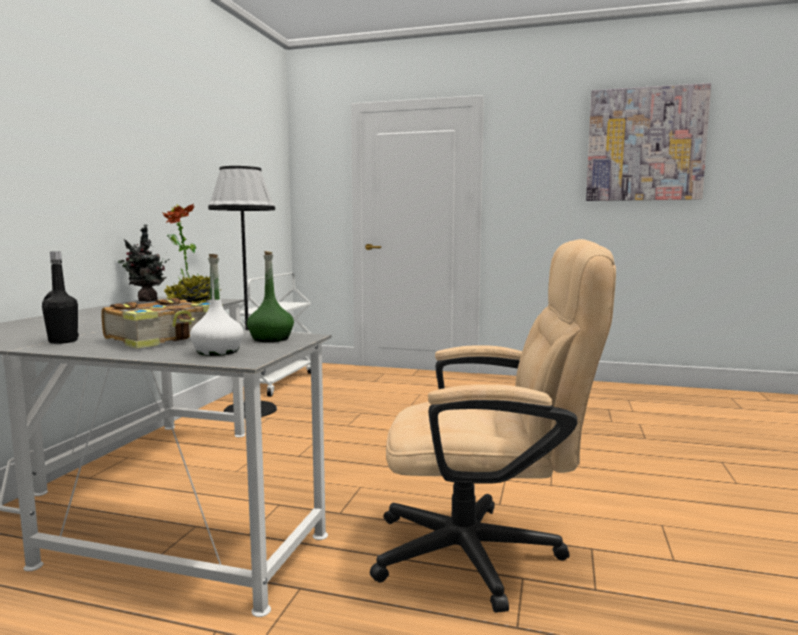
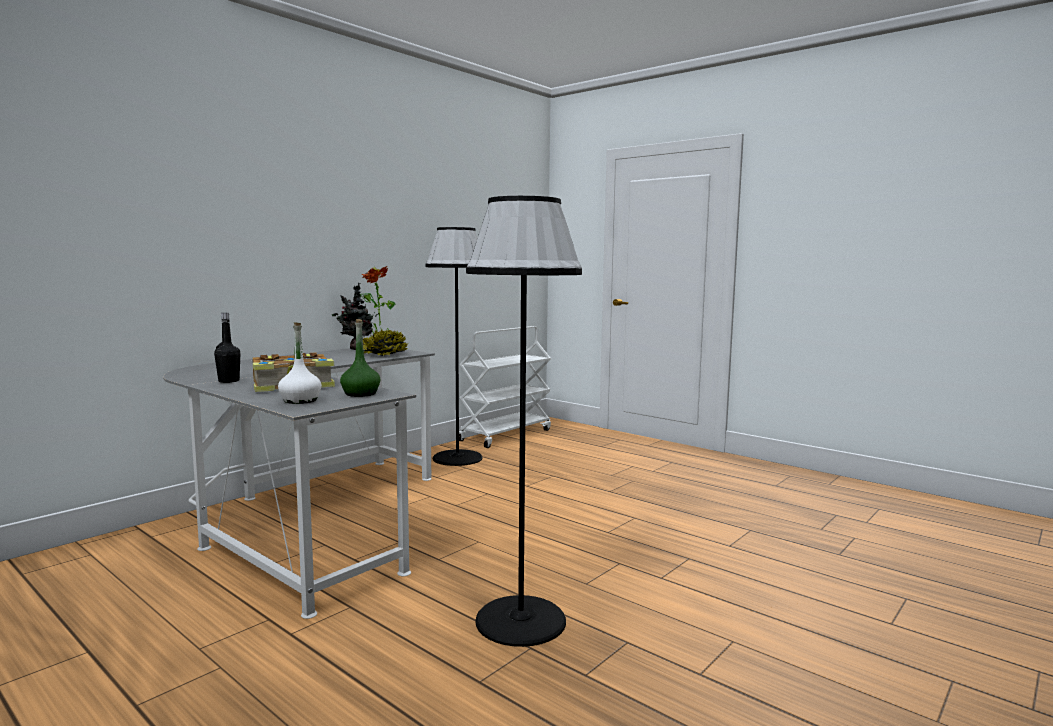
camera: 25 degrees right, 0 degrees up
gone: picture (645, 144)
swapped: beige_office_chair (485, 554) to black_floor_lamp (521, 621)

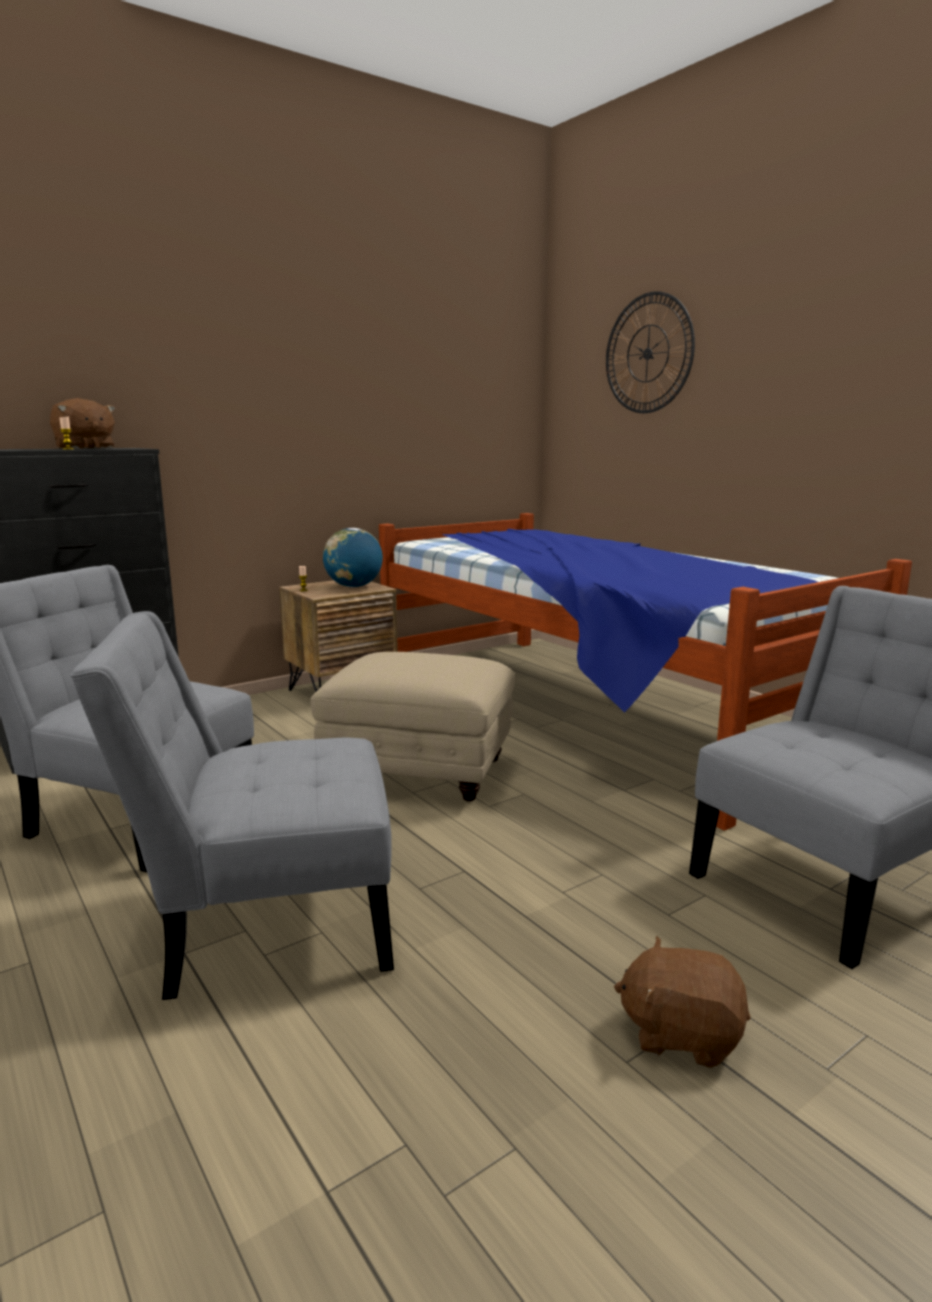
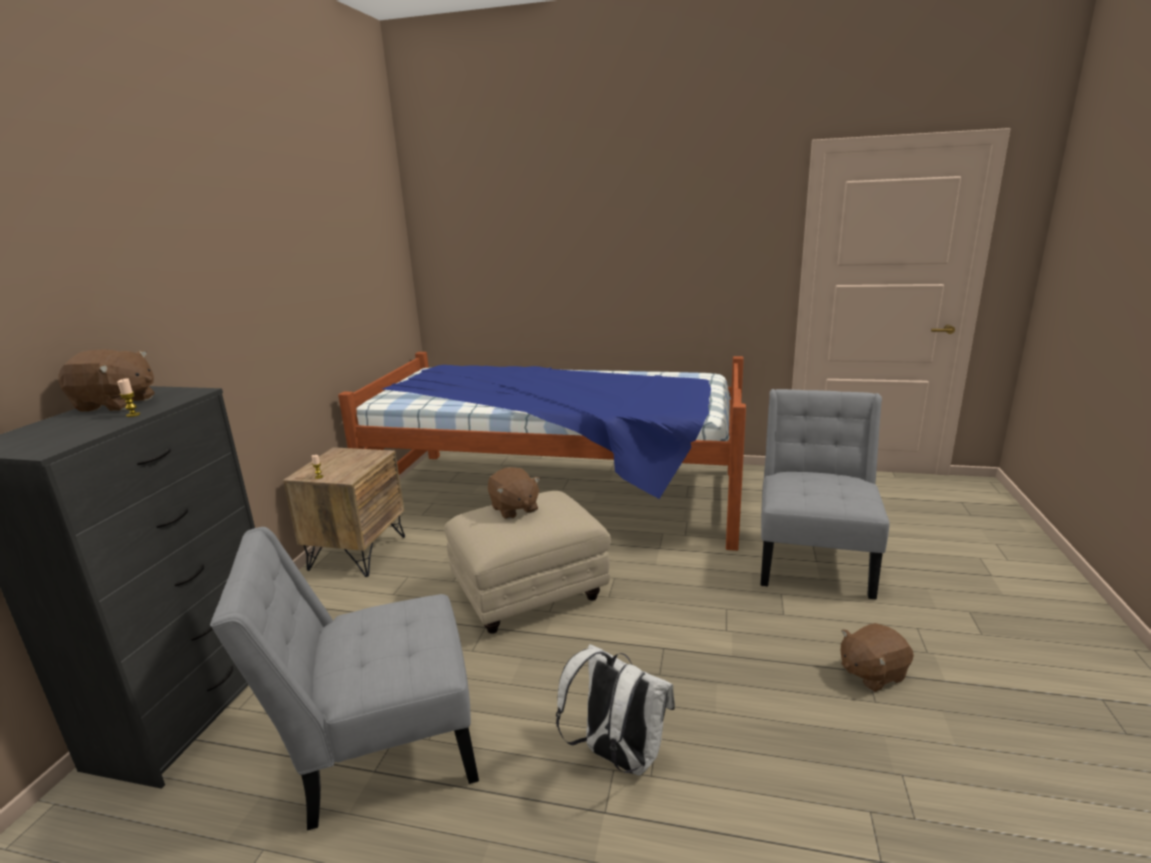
camera: 40 degrees left, 5 degrees up
gone: globe (354, 586); wall_clock (648, 353)
new: brown_plush_toy (514, 509)
swapped: grey_chair (266, 923) to white_backpack (617, 756)

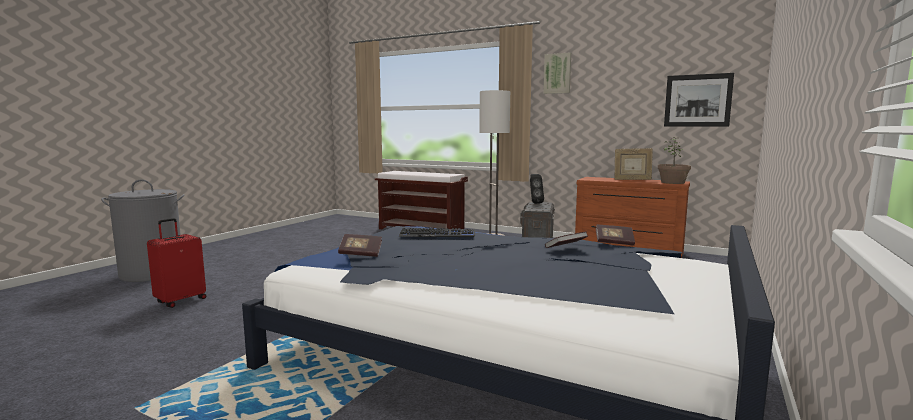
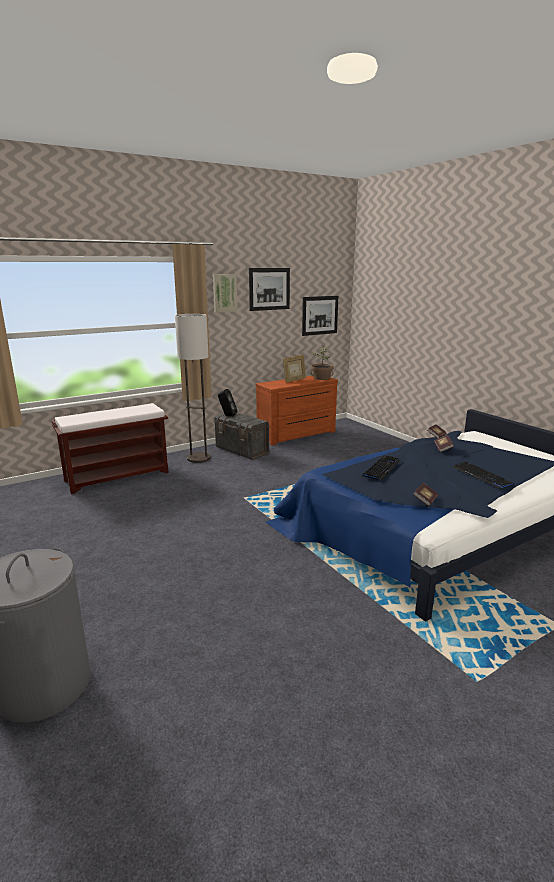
camera: 60 degrees left, 10 degrees up
gone: red_suitcase (180, 301)
new: picture (269, 289); keyboard (481, 476)

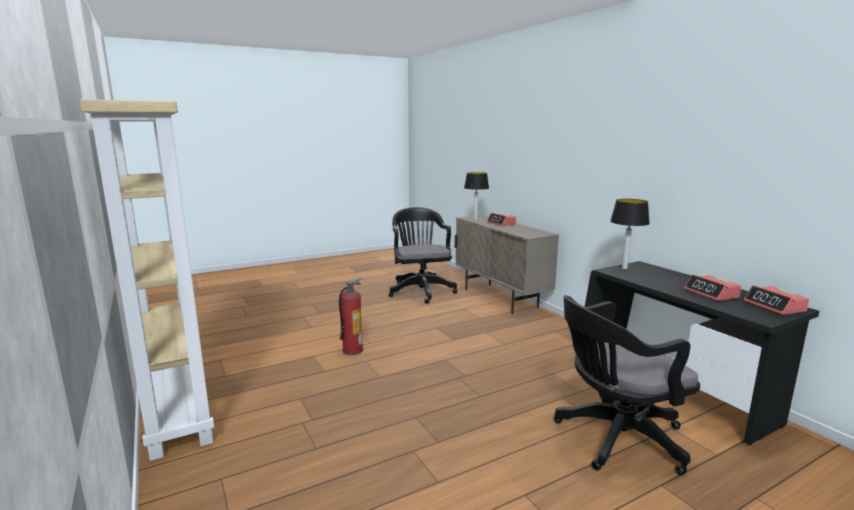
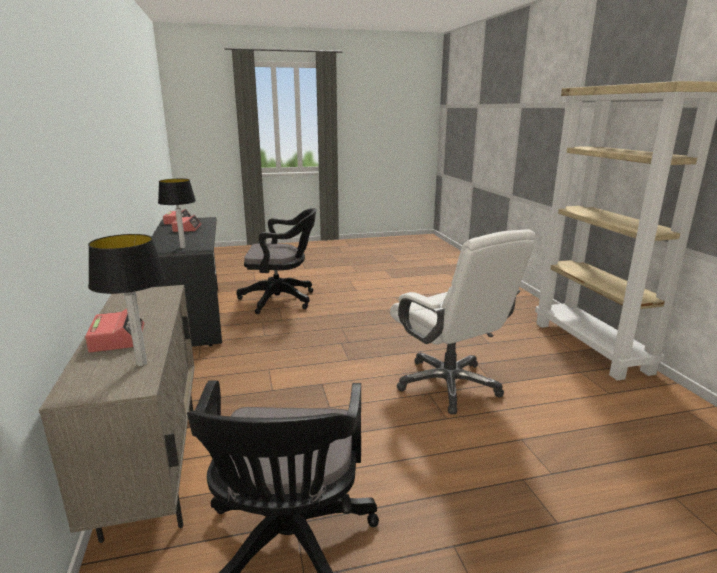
camera: 165 degrees left, 5 degrees up
swapped: fire_extinguisher (352, 350) to white_office_chair (449, 385)

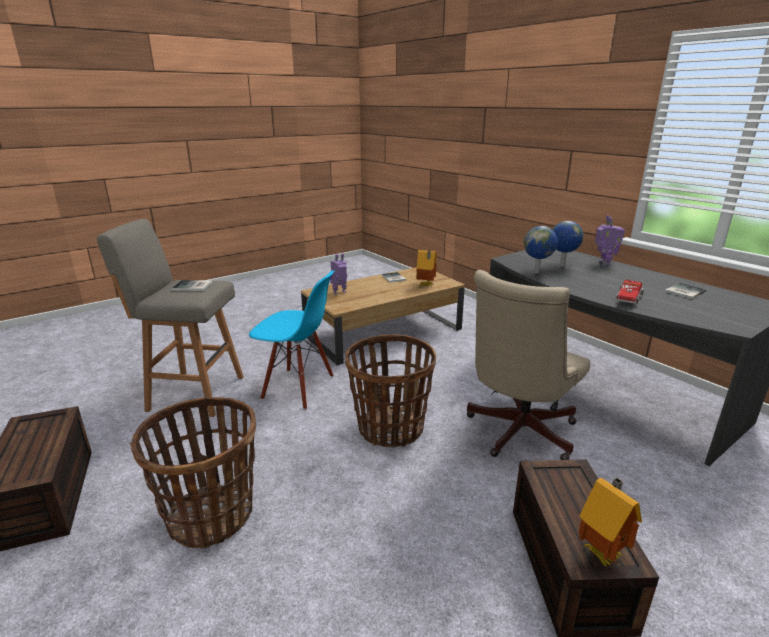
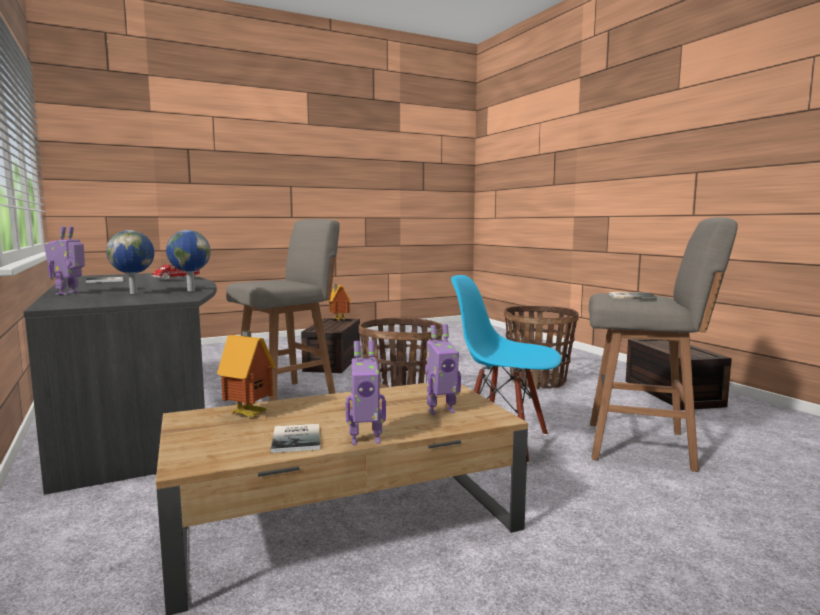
camera: 170 degrees left, 15 degrees down
new: toy_robot (365, 440)
swapped: beige_office_chair (517, 433) to grey_stool (288, 397)

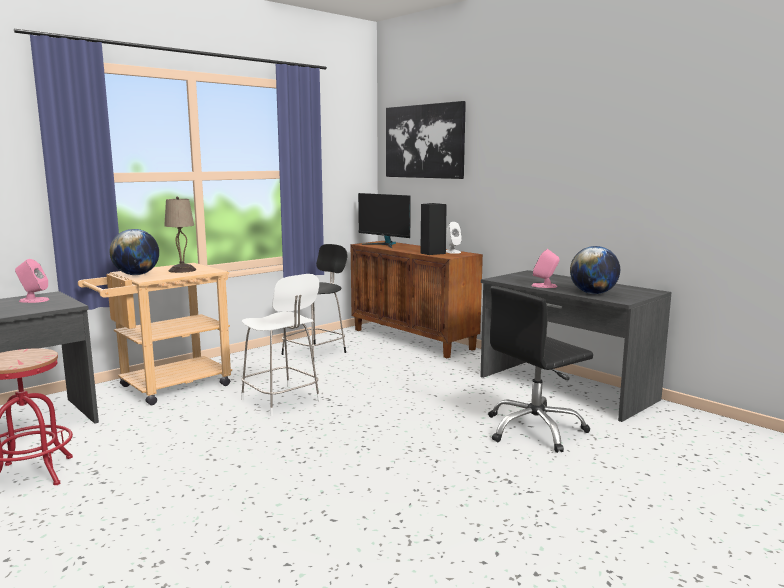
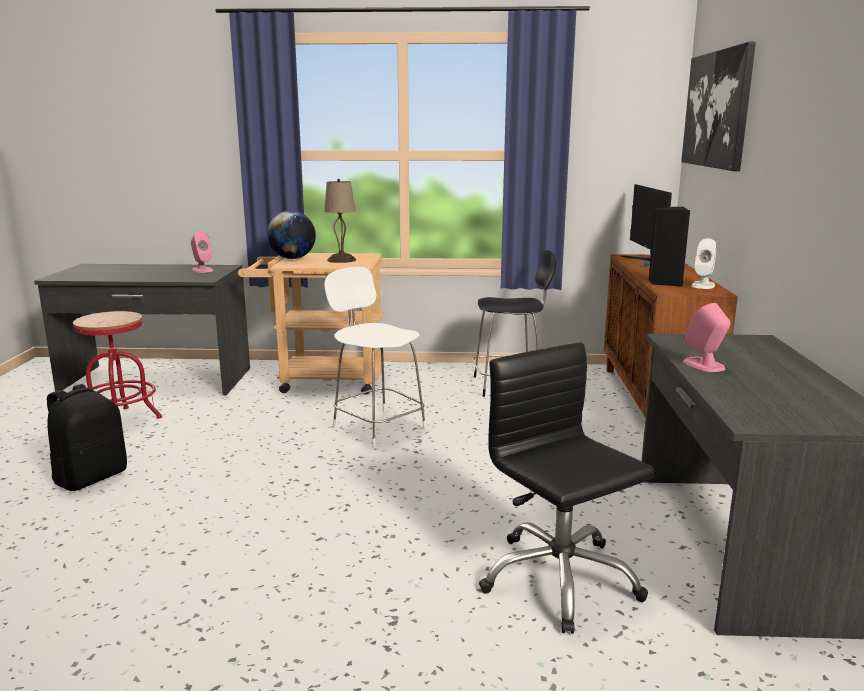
camera: 45 degrees right, 5 degrees up
gone: globe (593, 293)
new: black_backpack (91, 477)
rotated: white_chair (282, 401) = (377, 427) 135 degrees clockwise; black_office_chair (535, 430) = (559, 579) 45 degrees clockwise

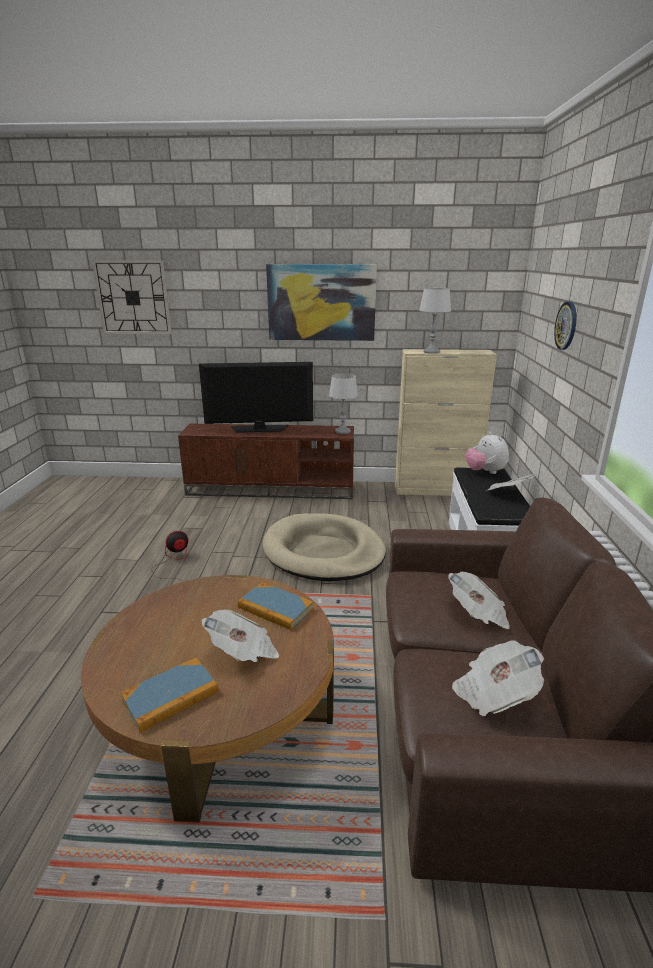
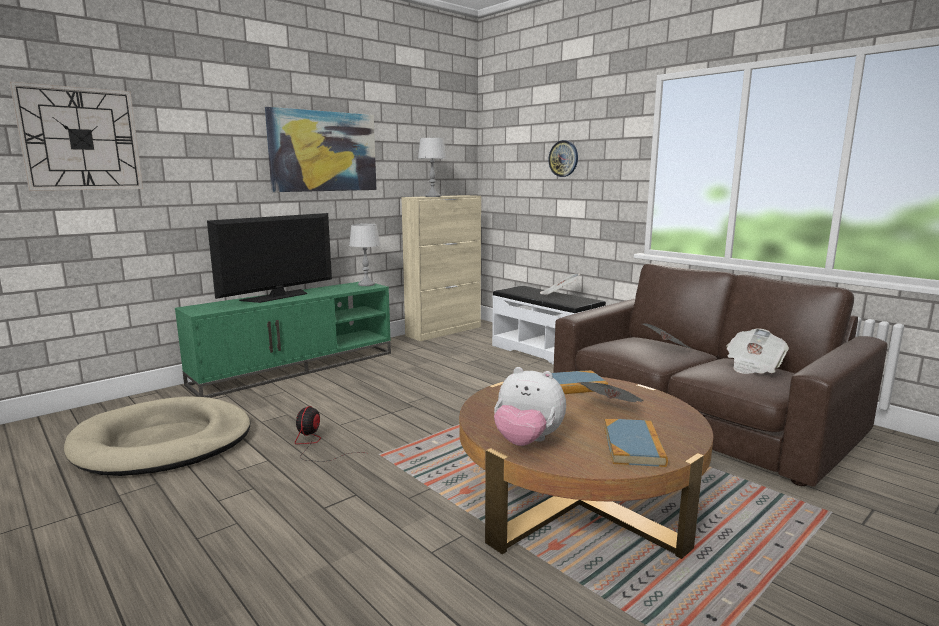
camera: 45 degrees left, 10 degrees down
shifted: beige_dog_bed (323, 552) to (163, 442); plush_toy (485, 472) to (527, 442)
repainted: brown_tv_stand (272, 488) to green_tv_stand (296, 367)

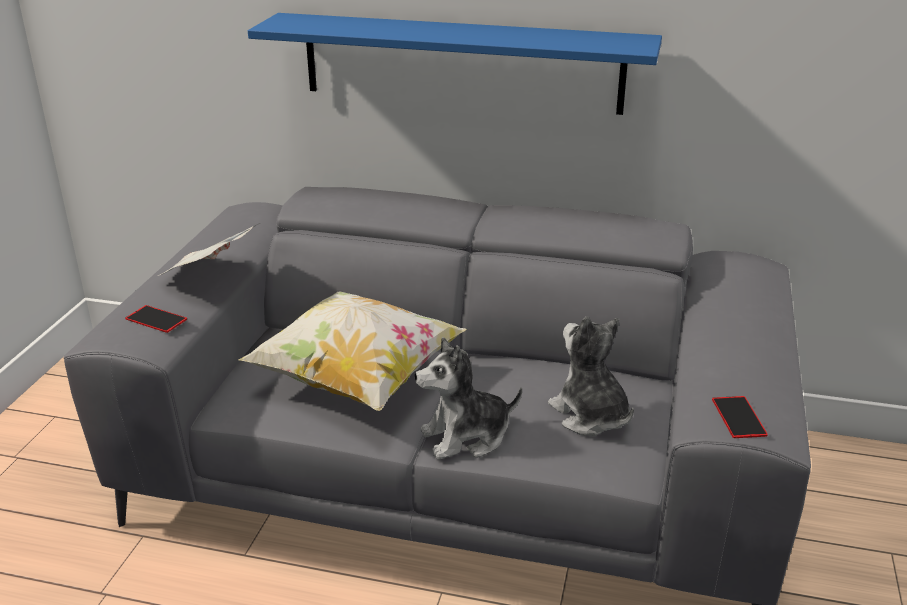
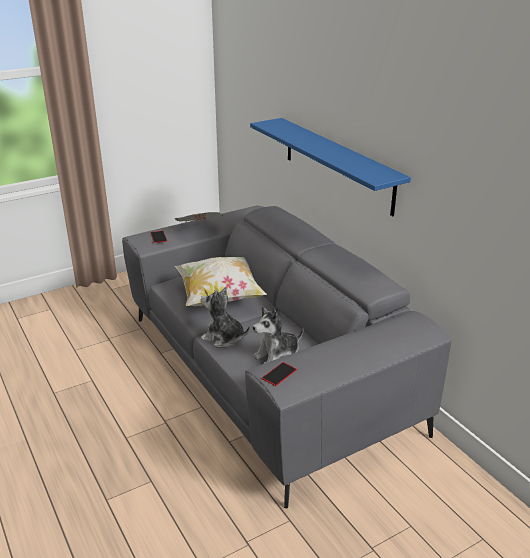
camera: 45 degrees right, 0 degrees up
rotated: plush_toy (590, 416) = (277, 356) 135 degrees counterclockwise

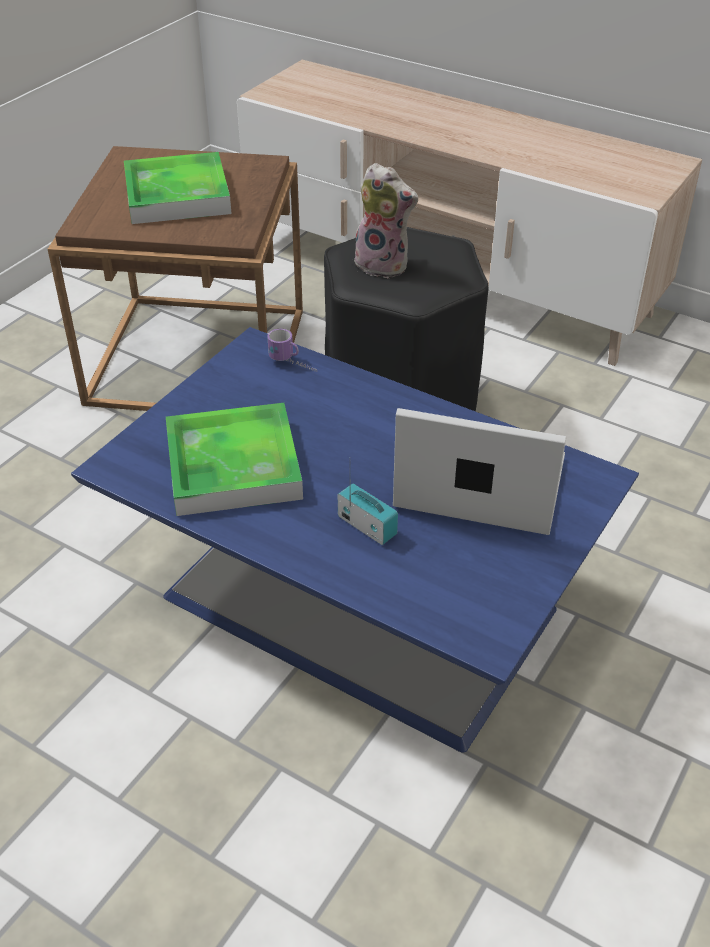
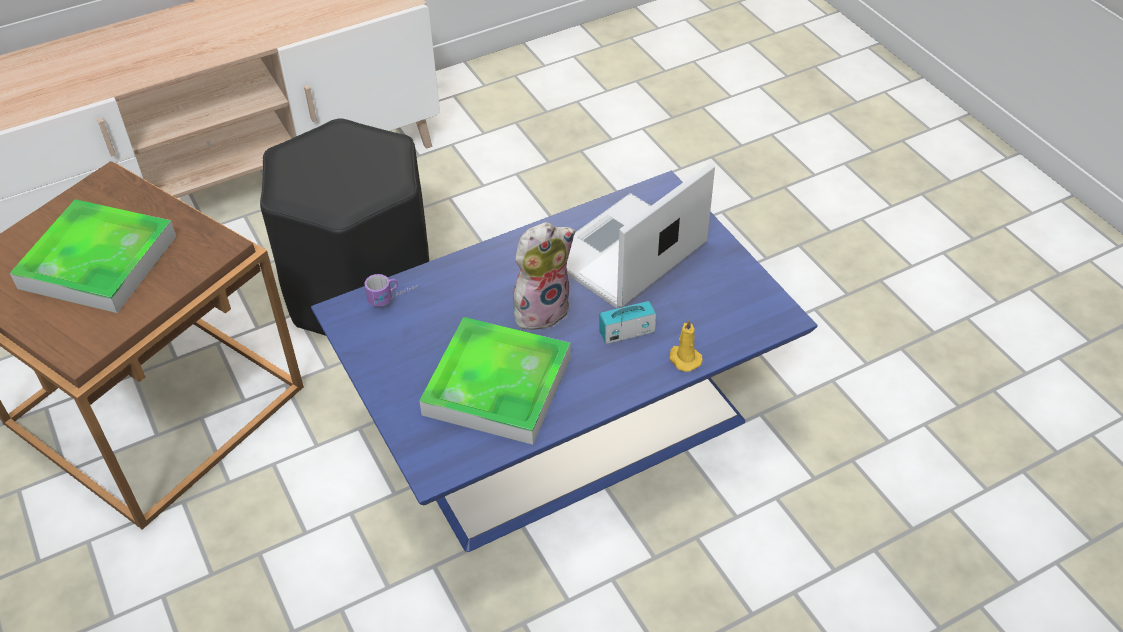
camera: 60 degrees left, 5 degrees up
new: yellow_candle (684, 358)
shifted: plush_toy (384, 265) to (541, 309)

